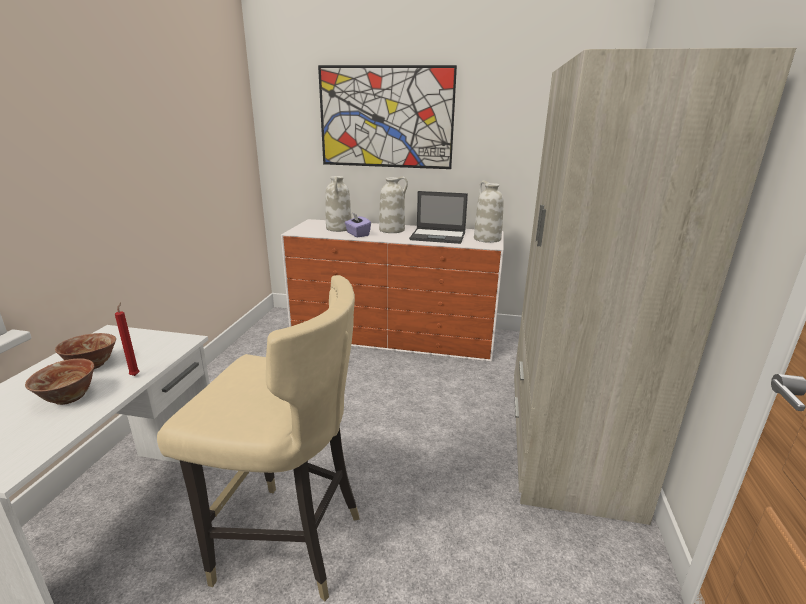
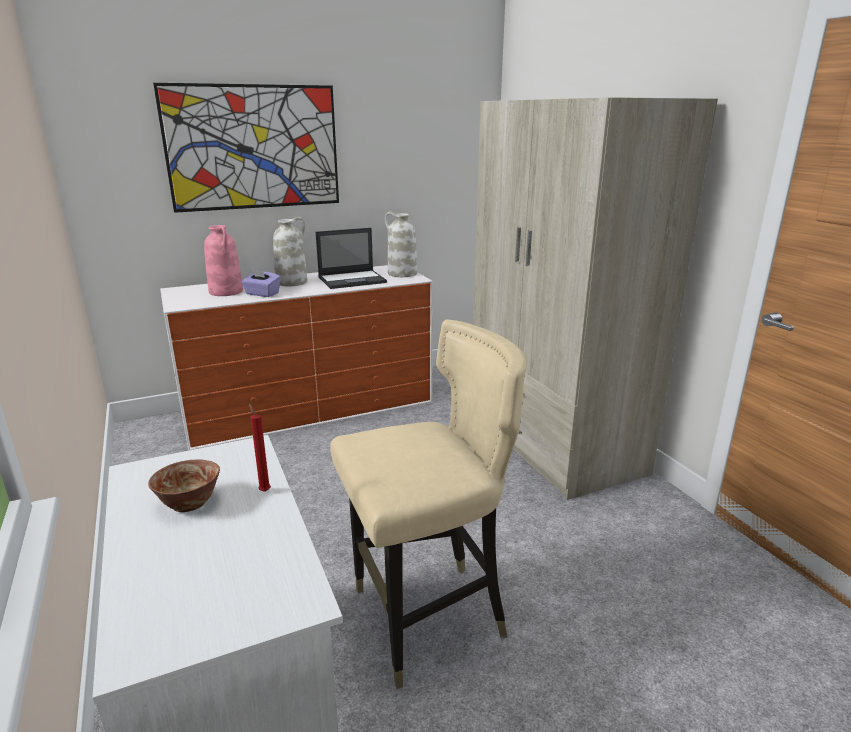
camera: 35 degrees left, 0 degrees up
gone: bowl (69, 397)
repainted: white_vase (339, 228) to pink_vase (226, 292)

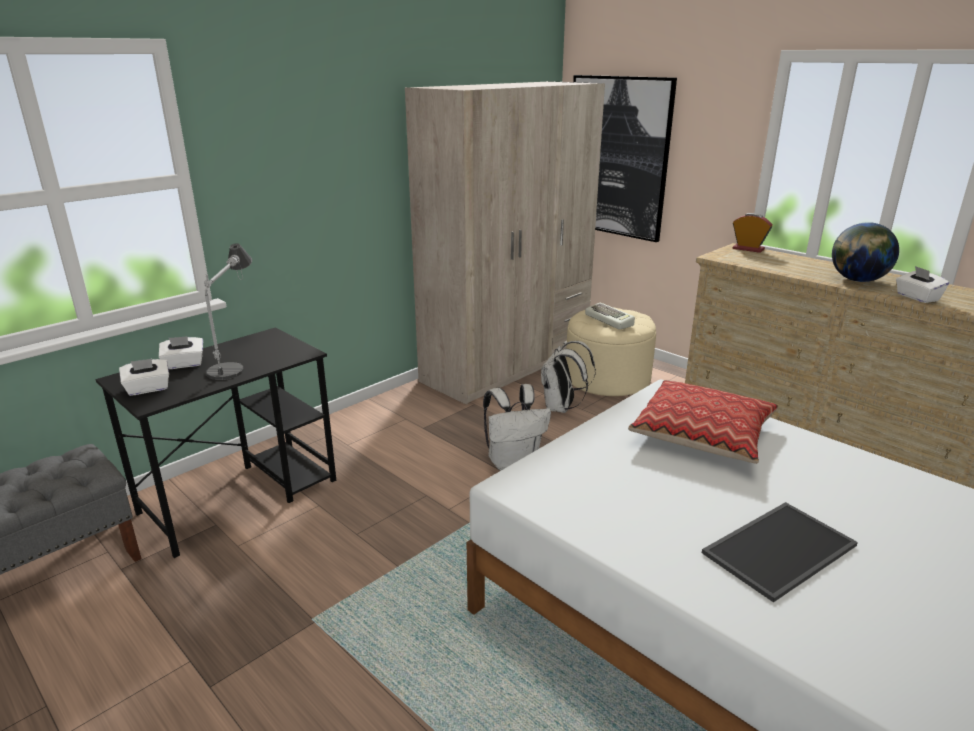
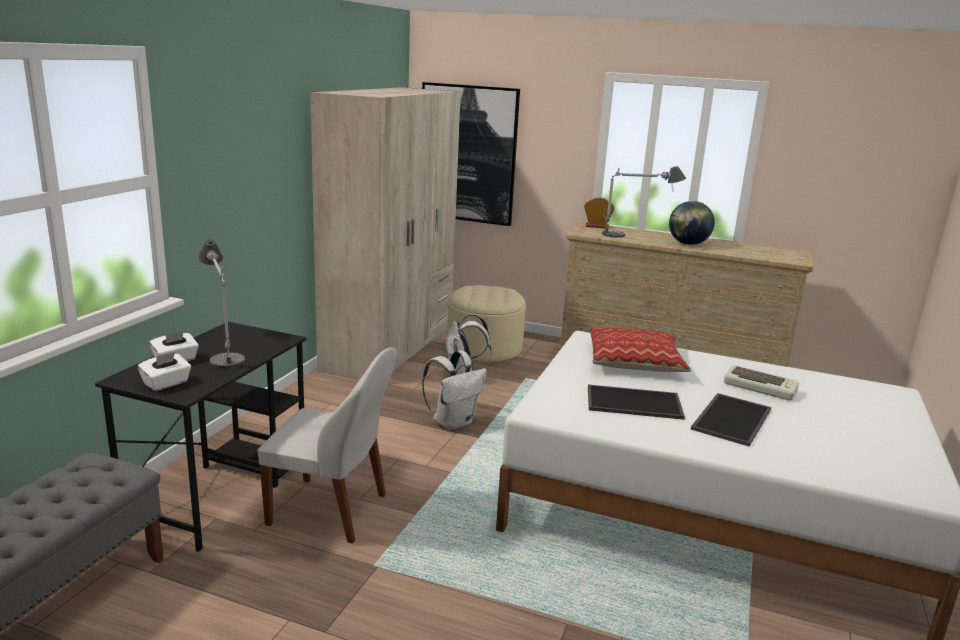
camera: 25 degrees left, 5 degrees down
gone: white_tissue_box (917, 297)
new: white_chair (331, 511); tray (633, 403); table_lamp (636, 235)
shifted: keyboard (610, 320) to (760, 388)

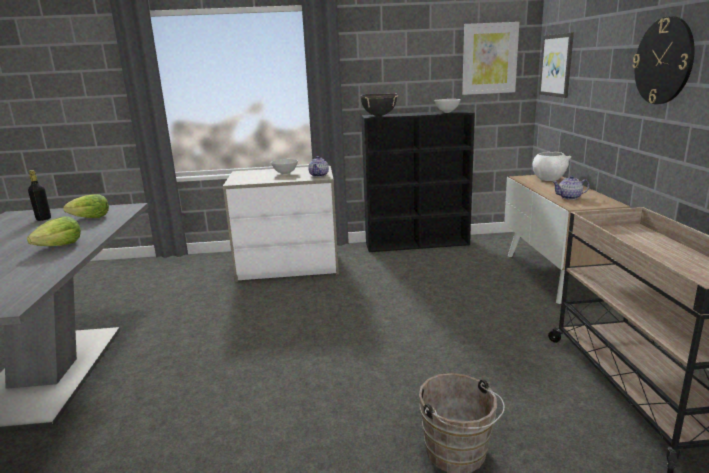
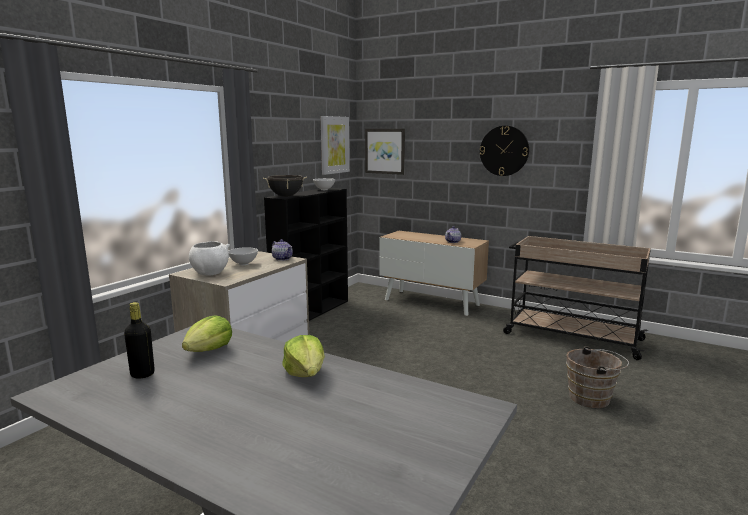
camera: 55 degrees left, 5 degrees down
shifted: white_bowl (549, 179) to (210, 273)

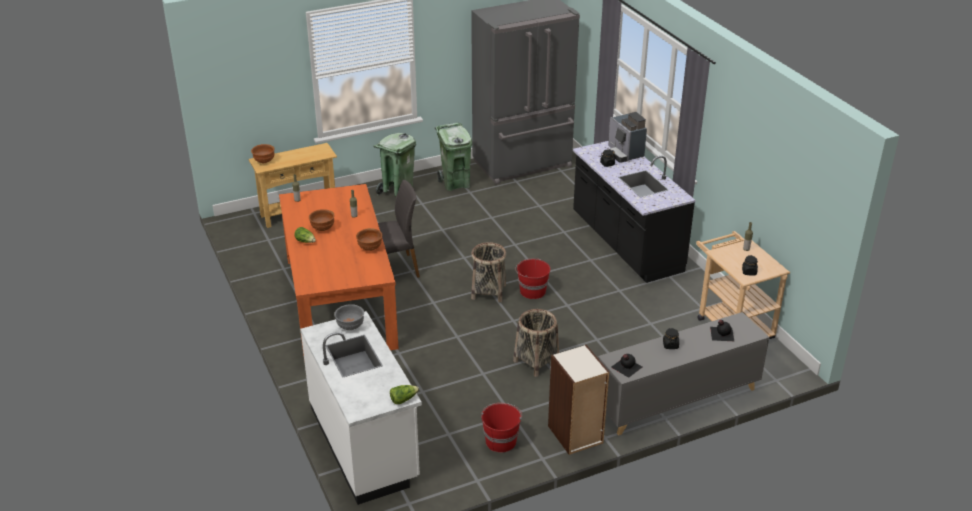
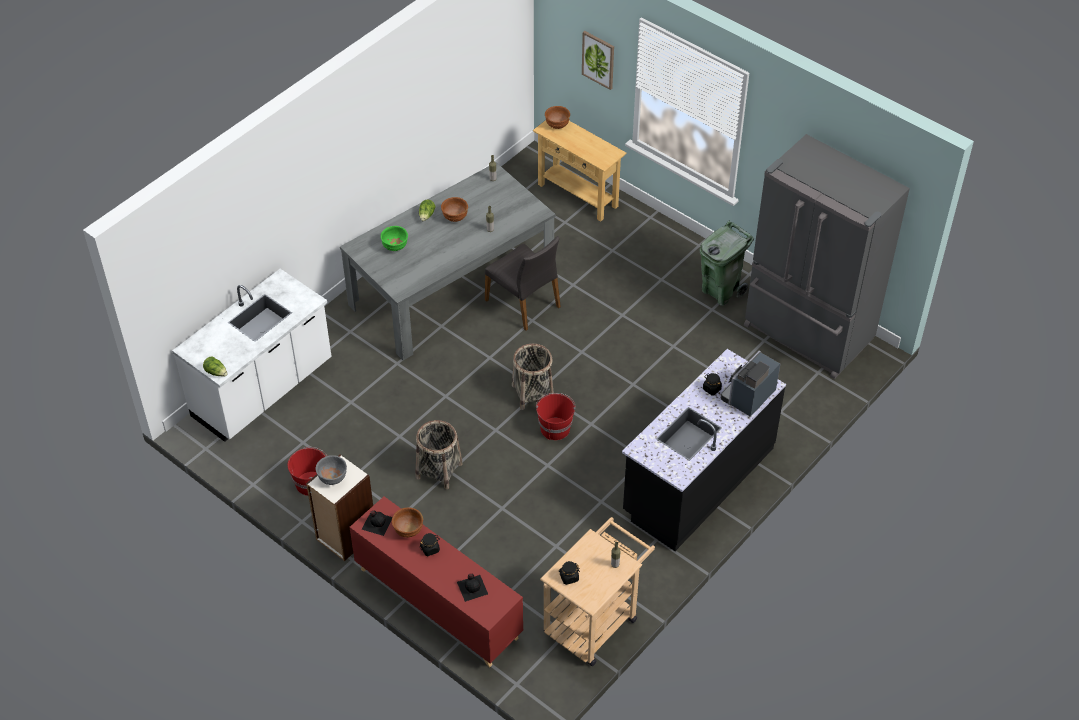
camera: 65 degrees right, 15 degrees up
gone: green_trash_can (397, 192)
new: green_bowl (395, 247); picture (598, 59)
shifted: grey_bowl (350, 326) to (332, 478); brown_bowl (369, 248) to (408, 530)
repainted: orange_dining_table (339, 301) to grey_dining_table (452, 288); grey_cabinet (677, 400) to red_cabinet (437, 603)

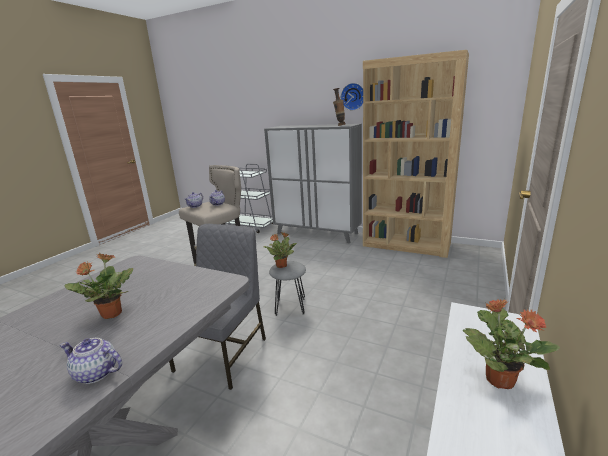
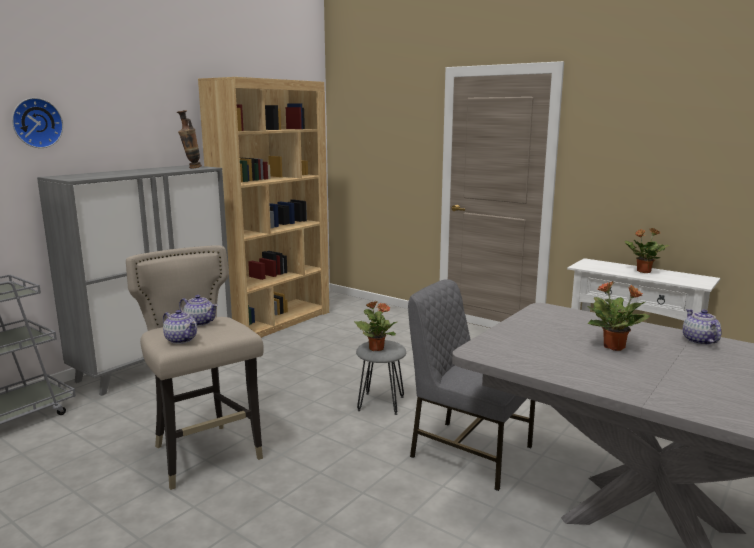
camera: 80 degrees left, 5 degrees down
shifted: wall_clock (353, 96) to (36, 123)
rotated: teapot (96, 373) = (699, 341) 150 degrees clockwise

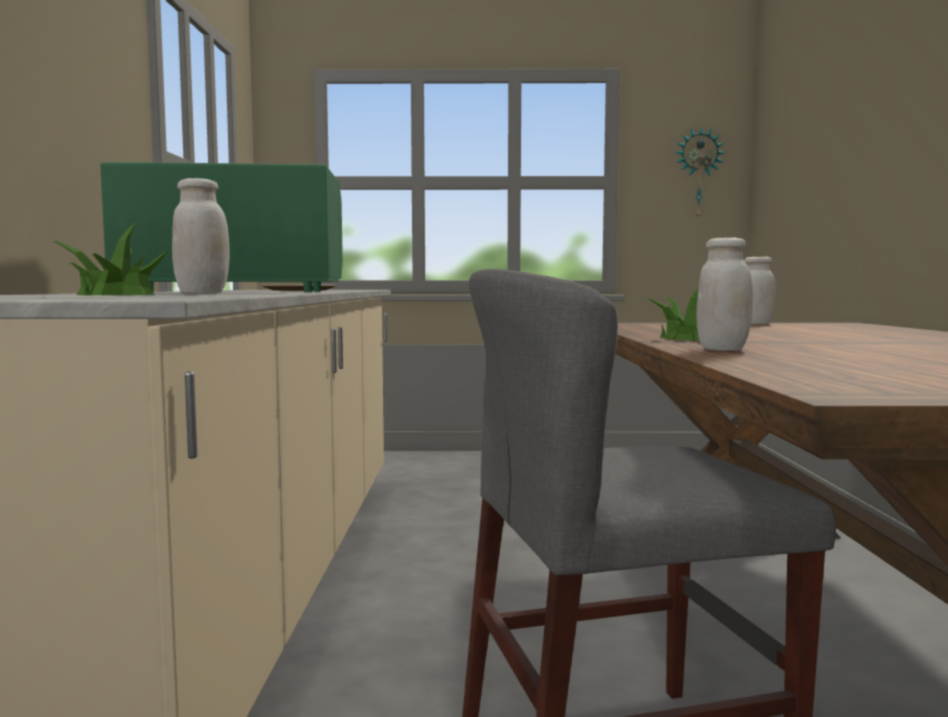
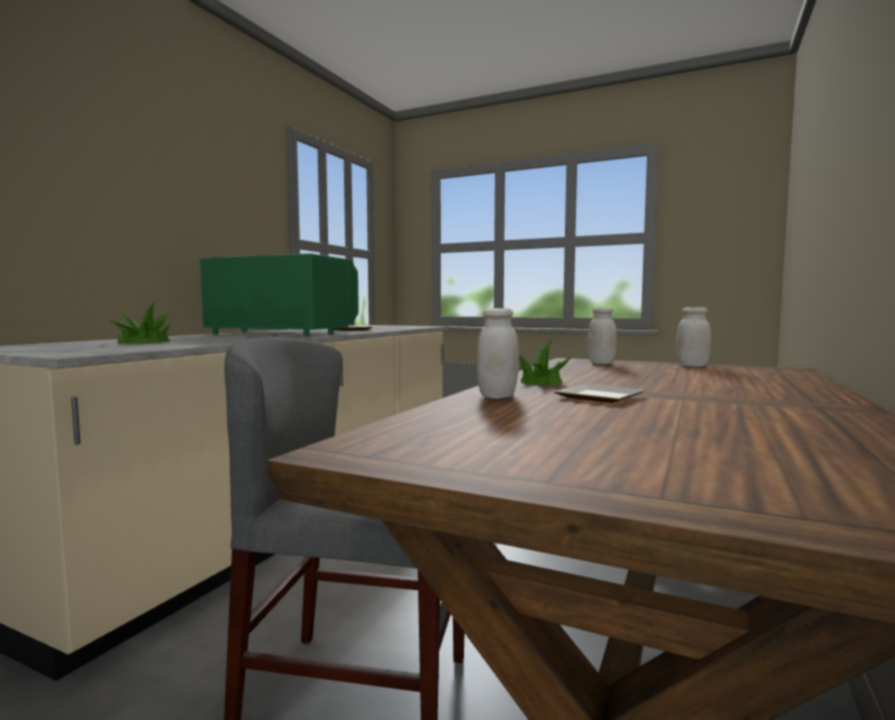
camera: 25 degrees right, 0 degrees up
gone: wall_clock (698, 174)
new: plate (600, 398)
shifted: white_jar (202, 293) to (601, 363)

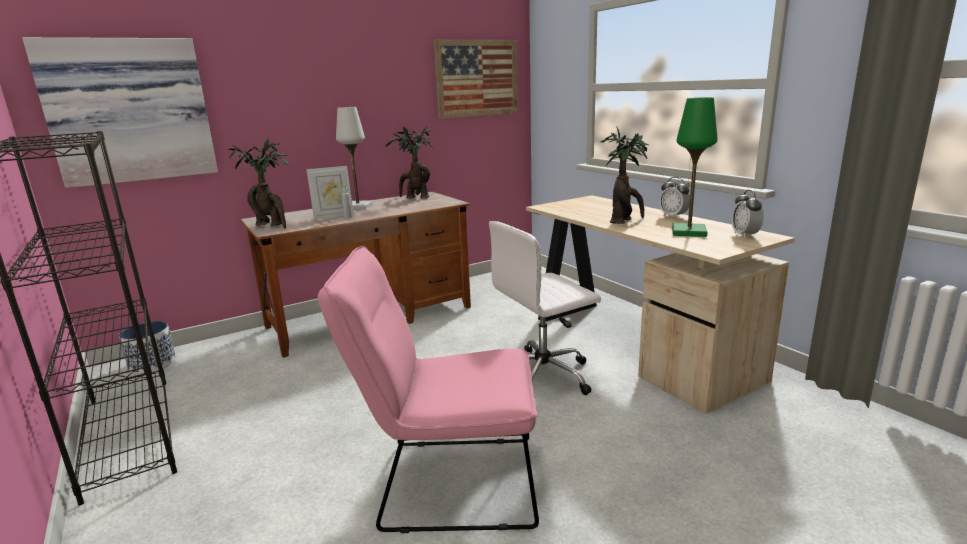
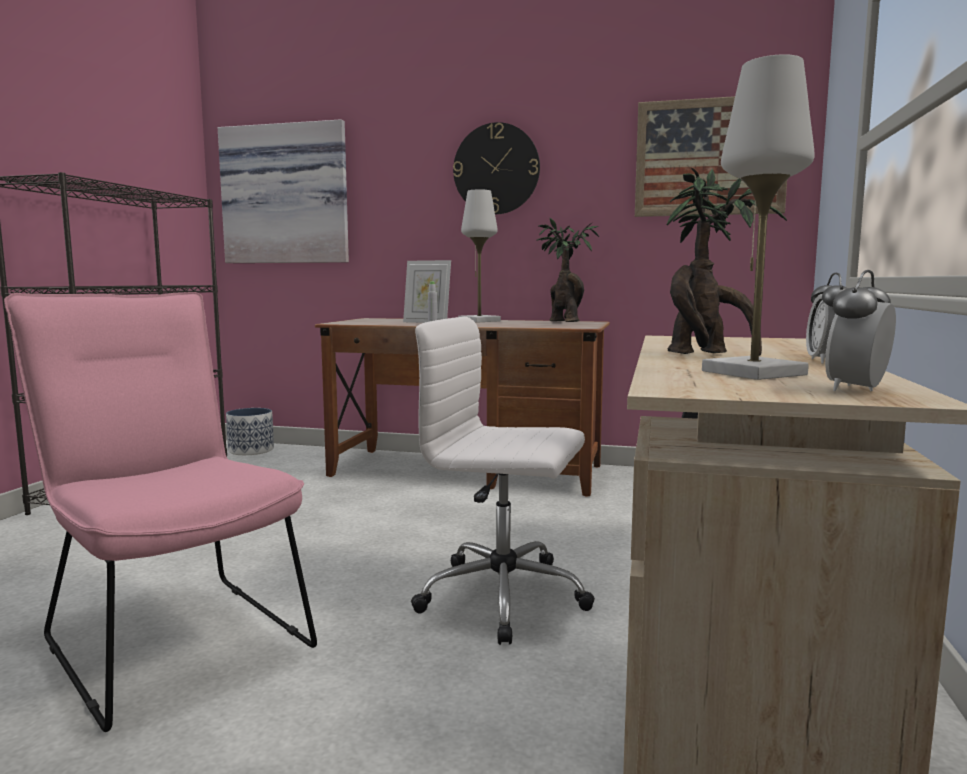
camera: 45 degrees right, 10 degrees down
gone: potted_plant (271, 226)
new: wall_clock (496, 169)
repainted: green_table_lamp (688, 232) to white_table_lamp (753, 373)

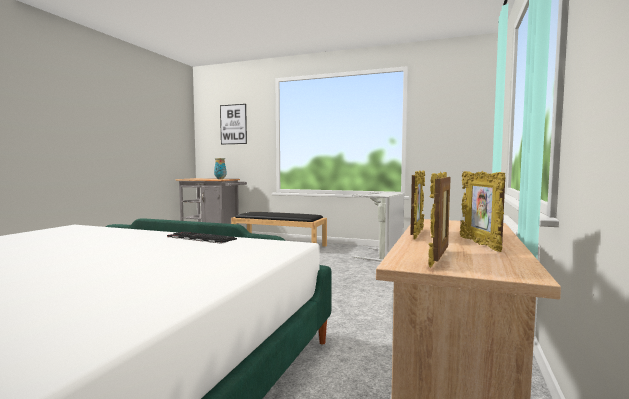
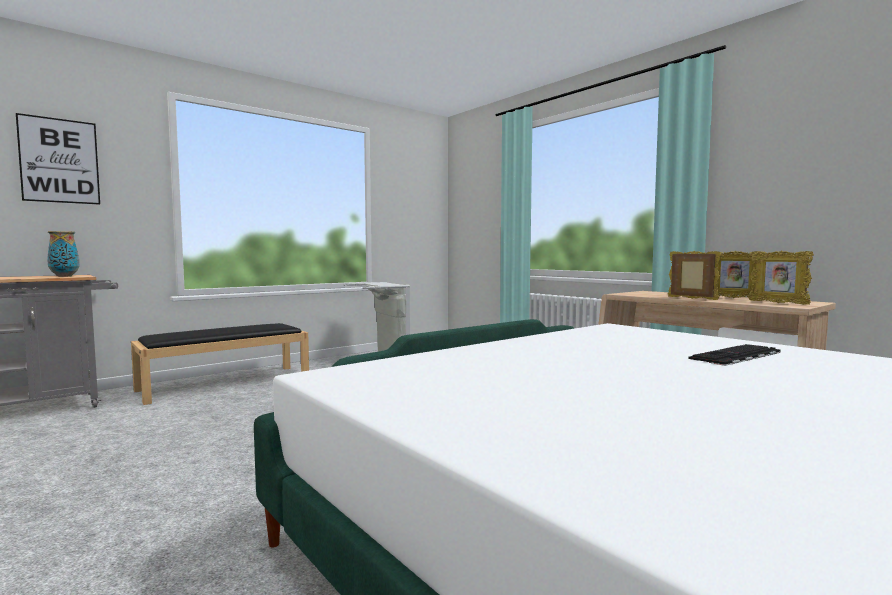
camera: 60 degrees left, 0 degrees up
shifted: keyboard (200, 238) to (736, 356)

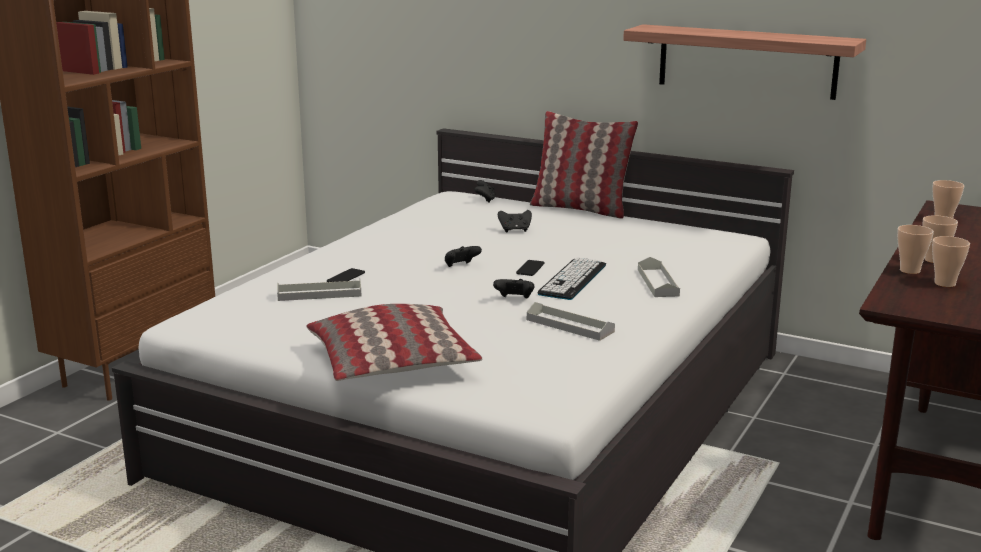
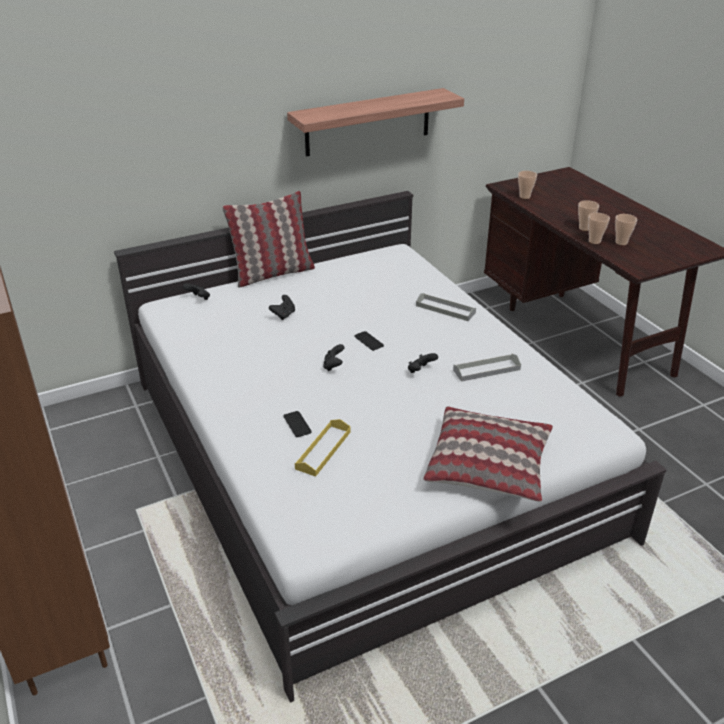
camera: 55 degrees left, 15 degrees up
gone: keyboard (573, 279)
repainted: grey_tray (319, 294) to yellow_tray (323, 450)

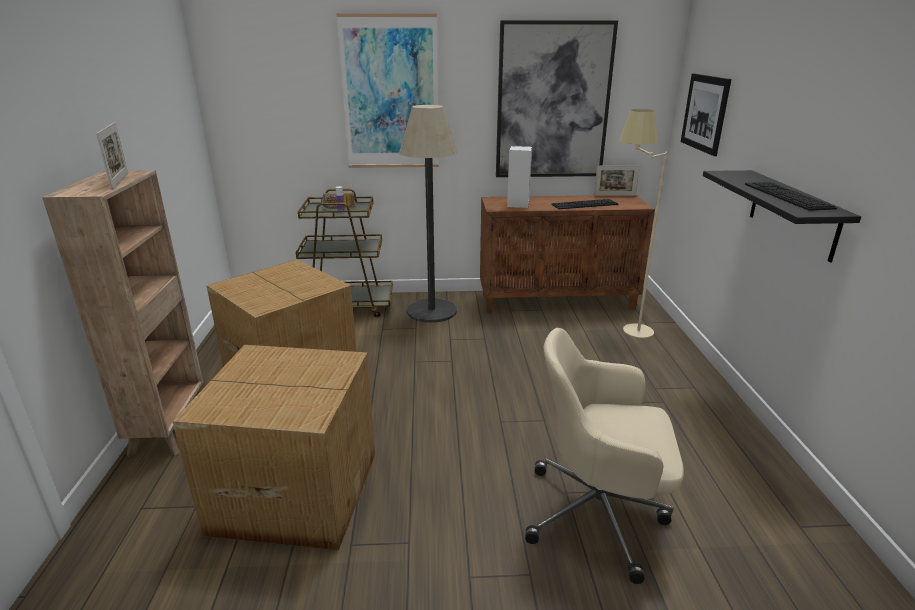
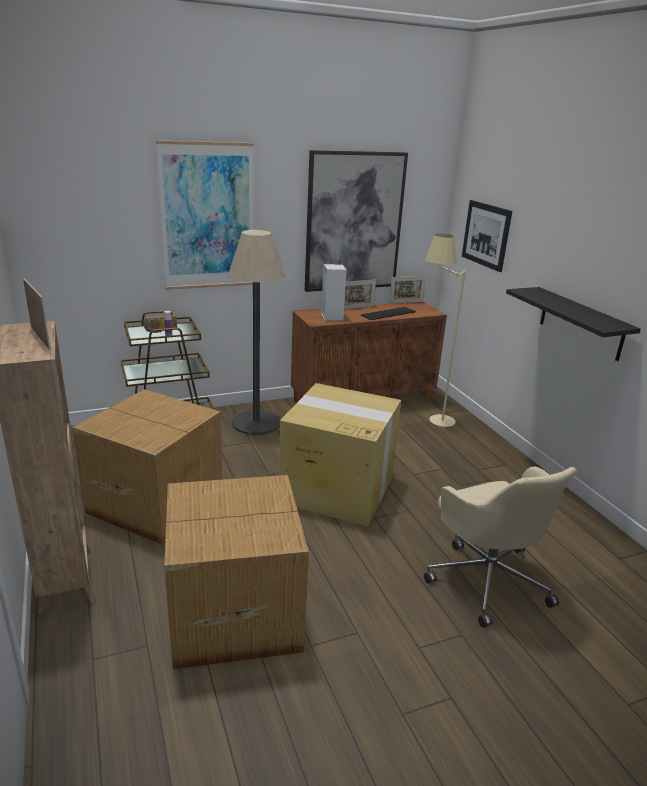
camera: 20 degrees left, 0 degrees up
gone: keyboard (787, 196)
new: cardboard_box (336, 488); picture_frame (356, 308)
rotated: beige_office_chair (599, 514) = (487, 578) 105 degrees counterclockwise

